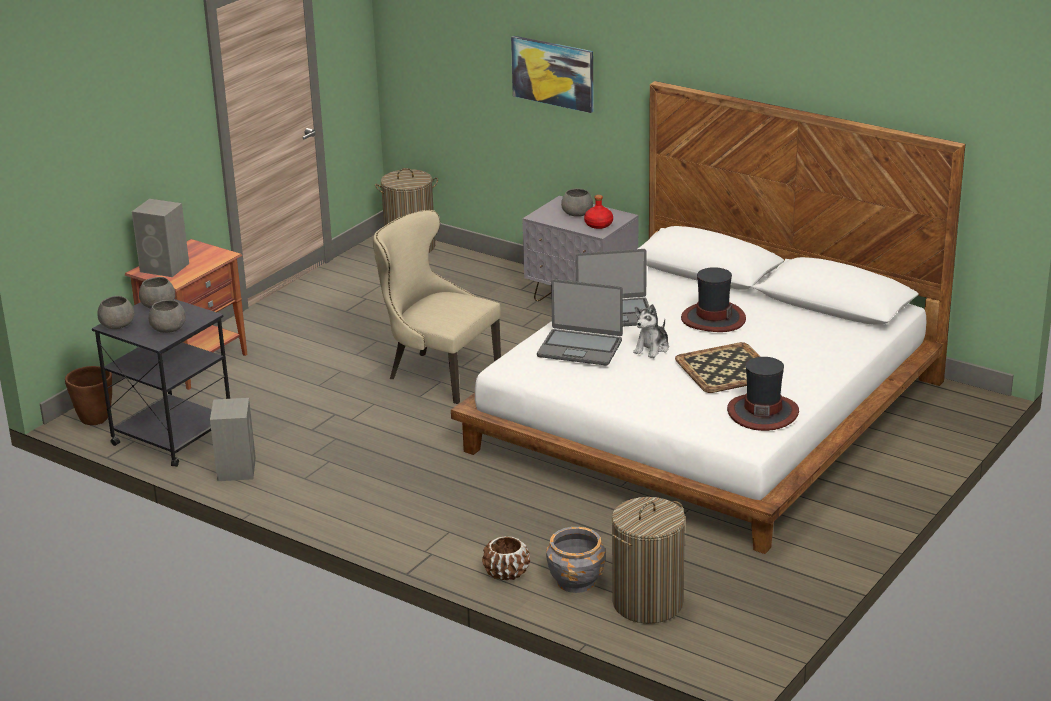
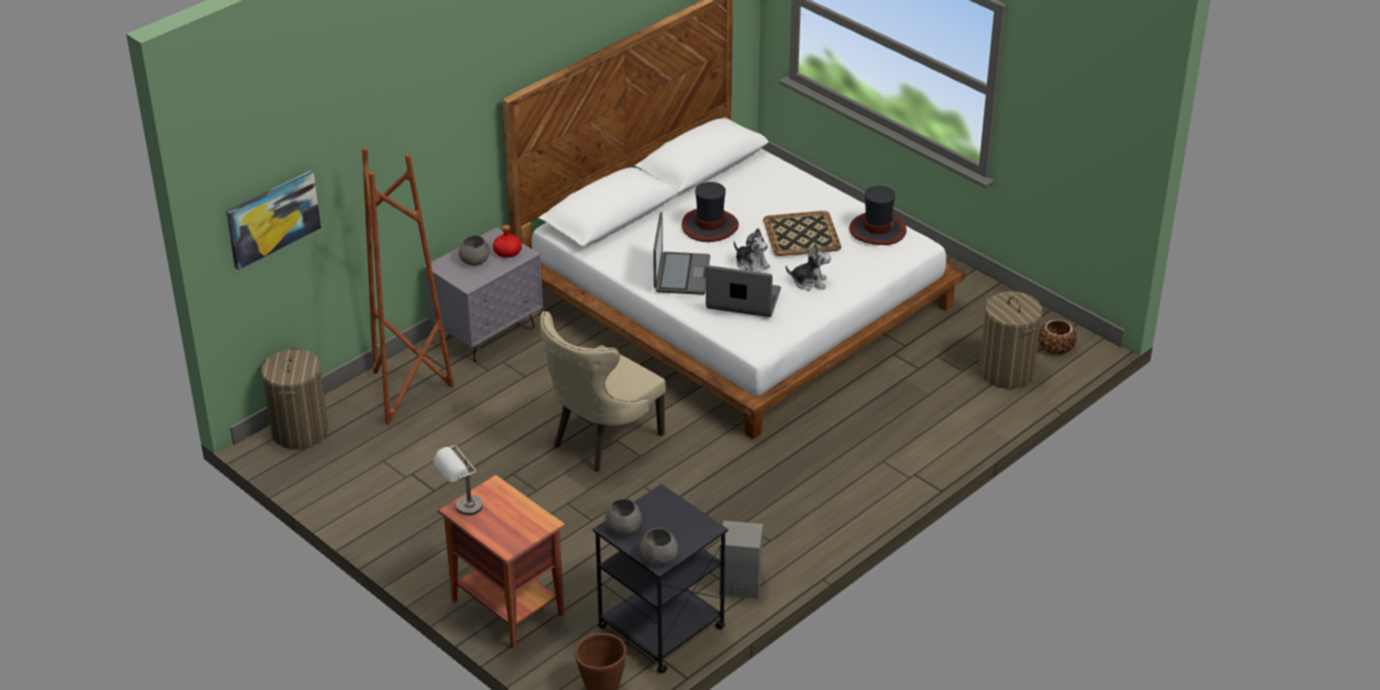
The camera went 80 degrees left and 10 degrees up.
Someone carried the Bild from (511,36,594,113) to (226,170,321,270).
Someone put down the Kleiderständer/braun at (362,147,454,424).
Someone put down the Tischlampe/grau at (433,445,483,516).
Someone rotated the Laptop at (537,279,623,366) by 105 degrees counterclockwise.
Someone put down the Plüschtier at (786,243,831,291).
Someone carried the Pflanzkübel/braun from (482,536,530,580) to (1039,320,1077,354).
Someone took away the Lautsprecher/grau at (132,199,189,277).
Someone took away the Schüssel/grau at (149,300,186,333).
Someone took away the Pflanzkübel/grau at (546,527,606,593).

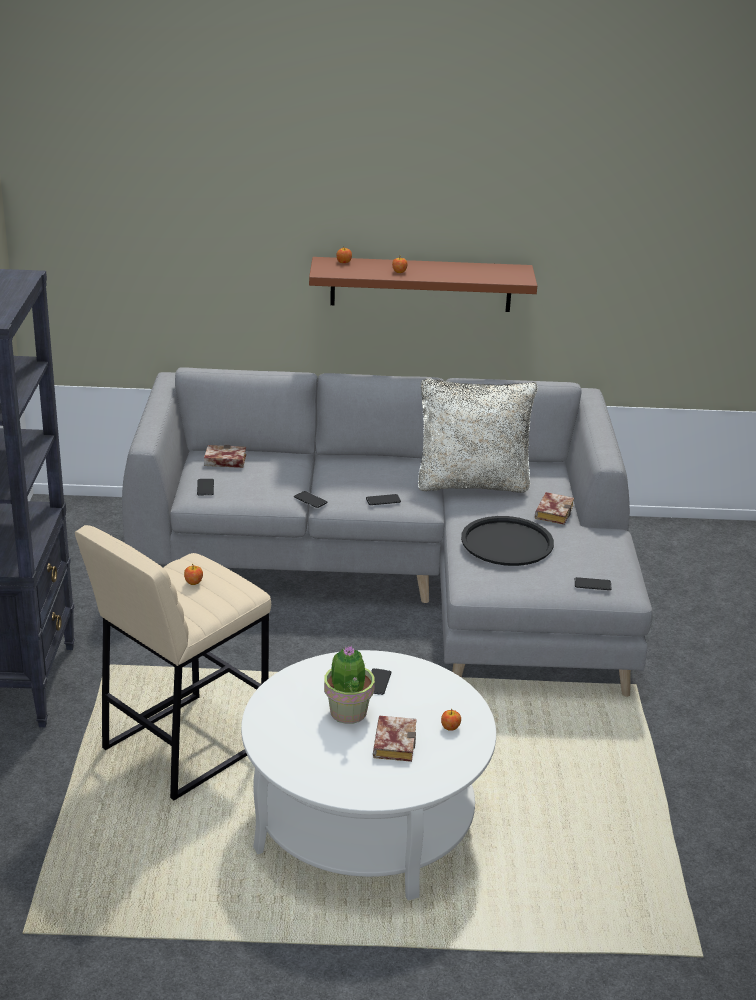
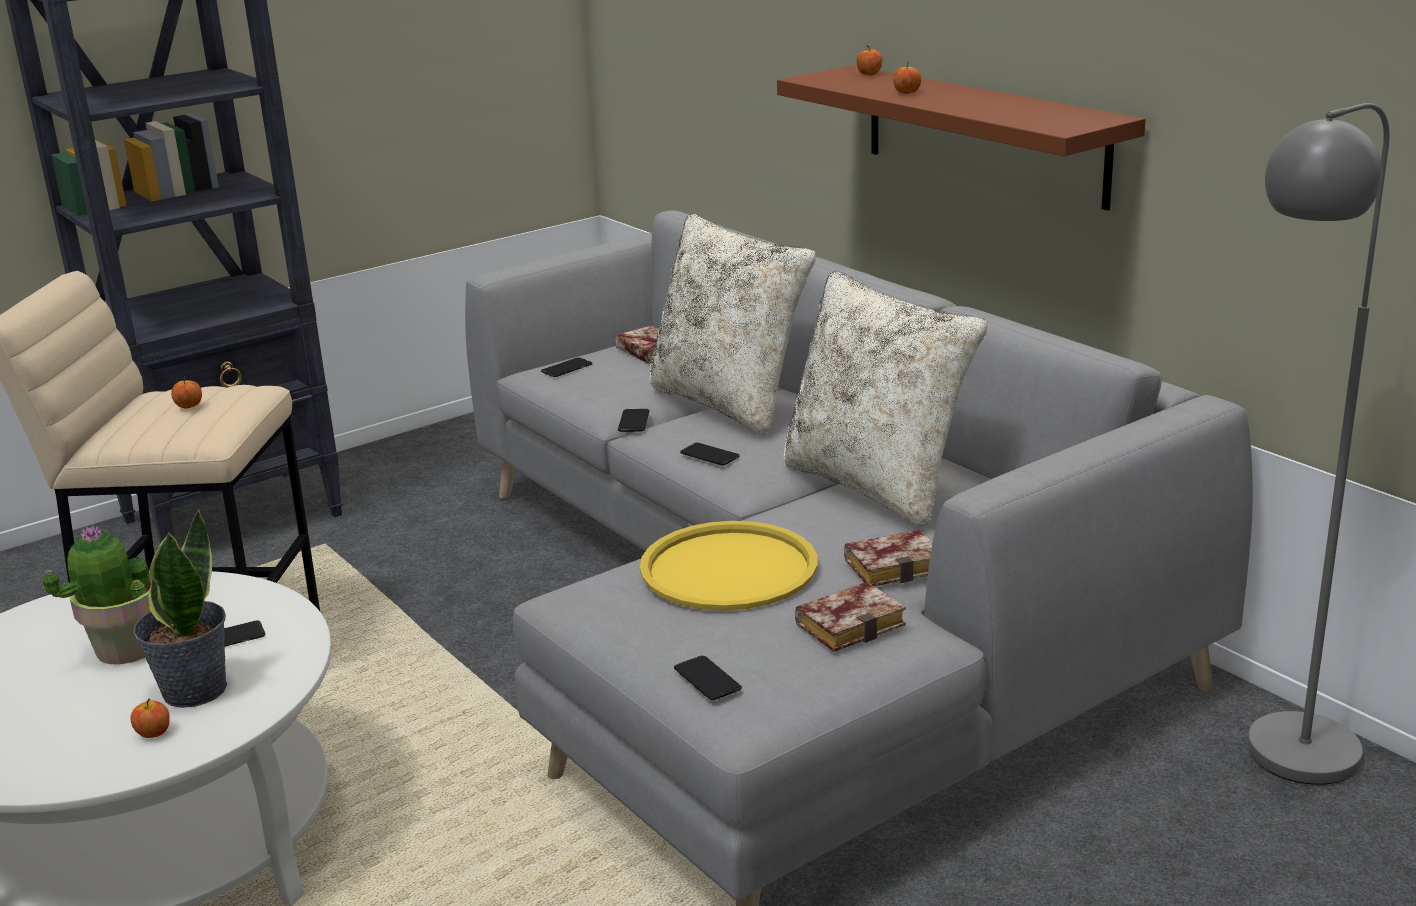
The camera went 55 degrees right and 5 degrees down.
Someone put down the Topfpflanze at (133,510,227,708).
Someone repainted the Tablett/schwarz at (461,516,554,566), which became the Tablett/gelb at (640,521,818,610).
Someone put down the Kissen/beige at (650,213,816,435).
Someone carried the Buch from (373,716,417,762) to (795,582,906,652).
Someone put down the Stehlampe/grau at (1247,103,1389,785).

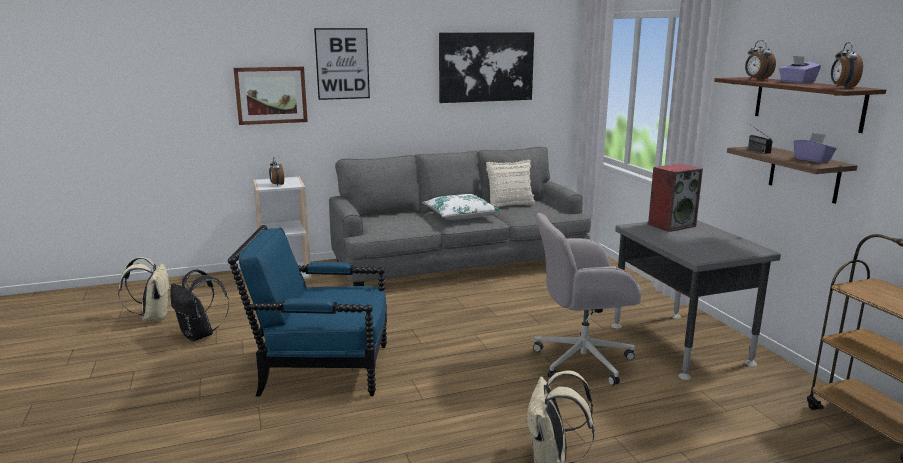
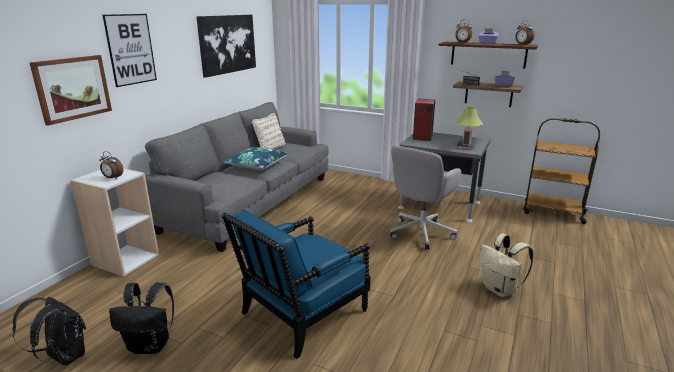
The camera went 45 degrees left and 5 degrees up.
Someone repainted the Rucksack/beige at (118,257,171,321), which became the Rucksack/schwarz at (13,297,86,366).
Someone repainted the Kissen/weiß at (423,194,501,220), which became the Kissen/blau at (223,147,290,170).
Someone put down the Tischlampe at (455,107,483,149).

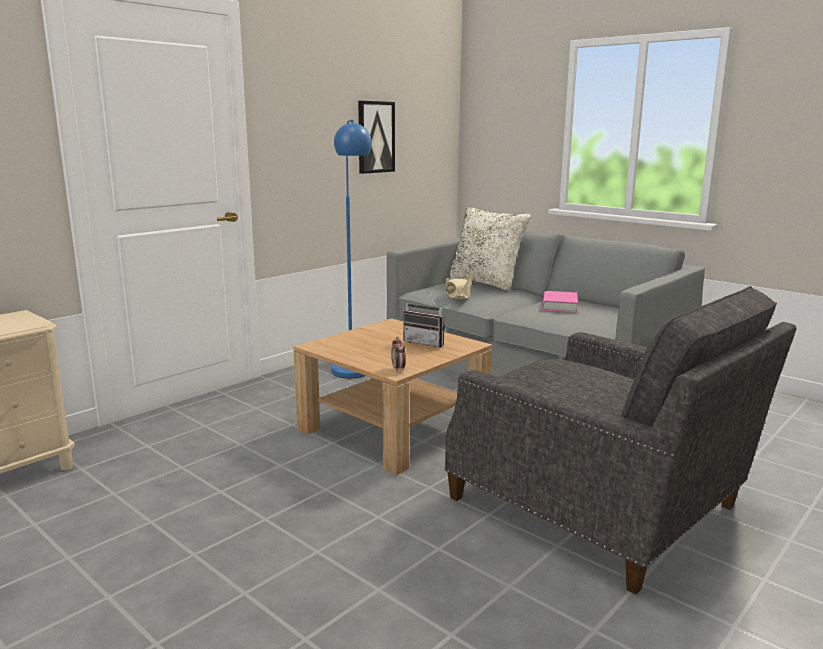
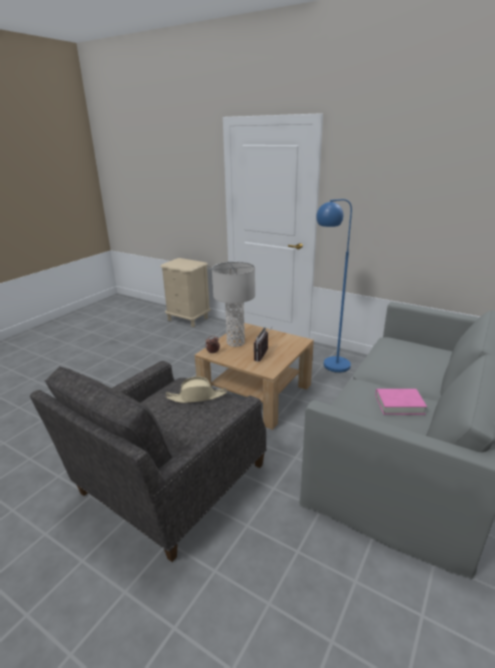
The camera went 80 degrees right and 10 degrees up.
Someone carried the Hut/beige from (445,276,471,299) to (166,376,227,403).
Someone put down the Tischlampe/weiß at (212,262,255,347).
Someone took away the Bild at (358,101,395,174).
Someone took away the Kissen/beige at (450,206,531,290).

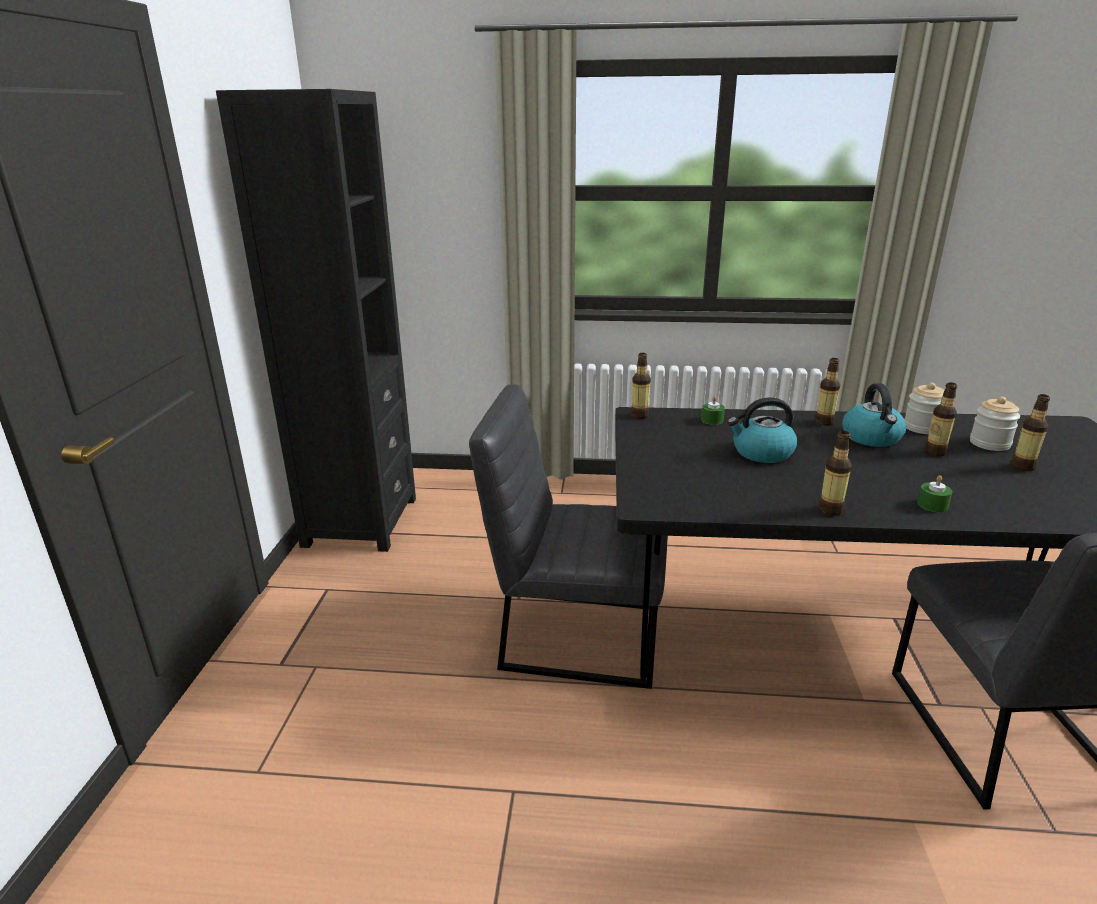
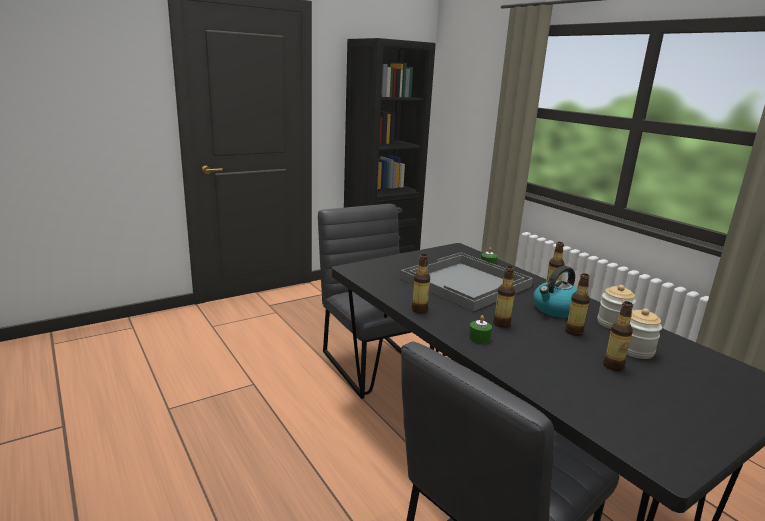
The camera went 50 degrees right and 5 degrees down.
Someone swapped the Wasserkessel at (727,397,797,463) for the Tablett/grau at (400,252,533,311).
Someone carried the Flasche from (631,353,651,419) to (493,266,515,328).

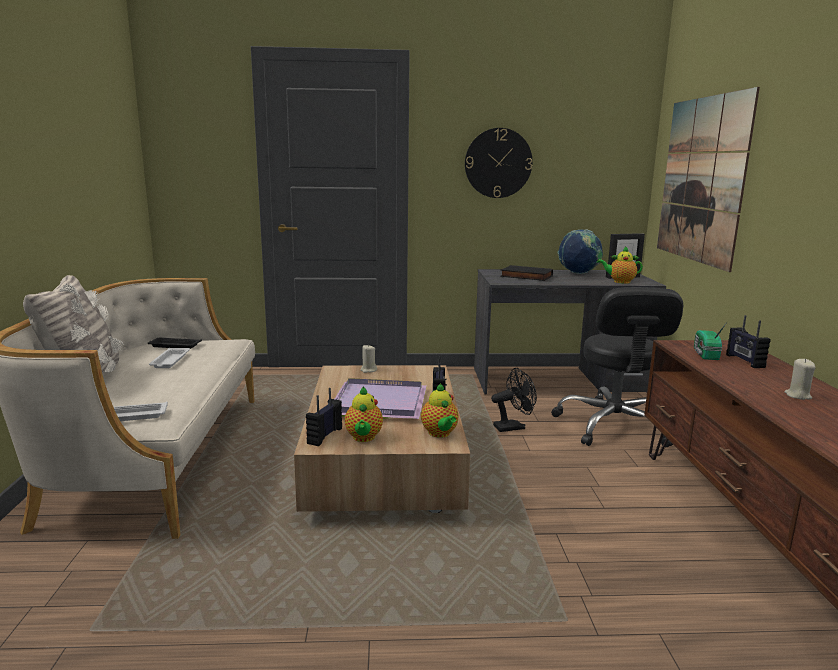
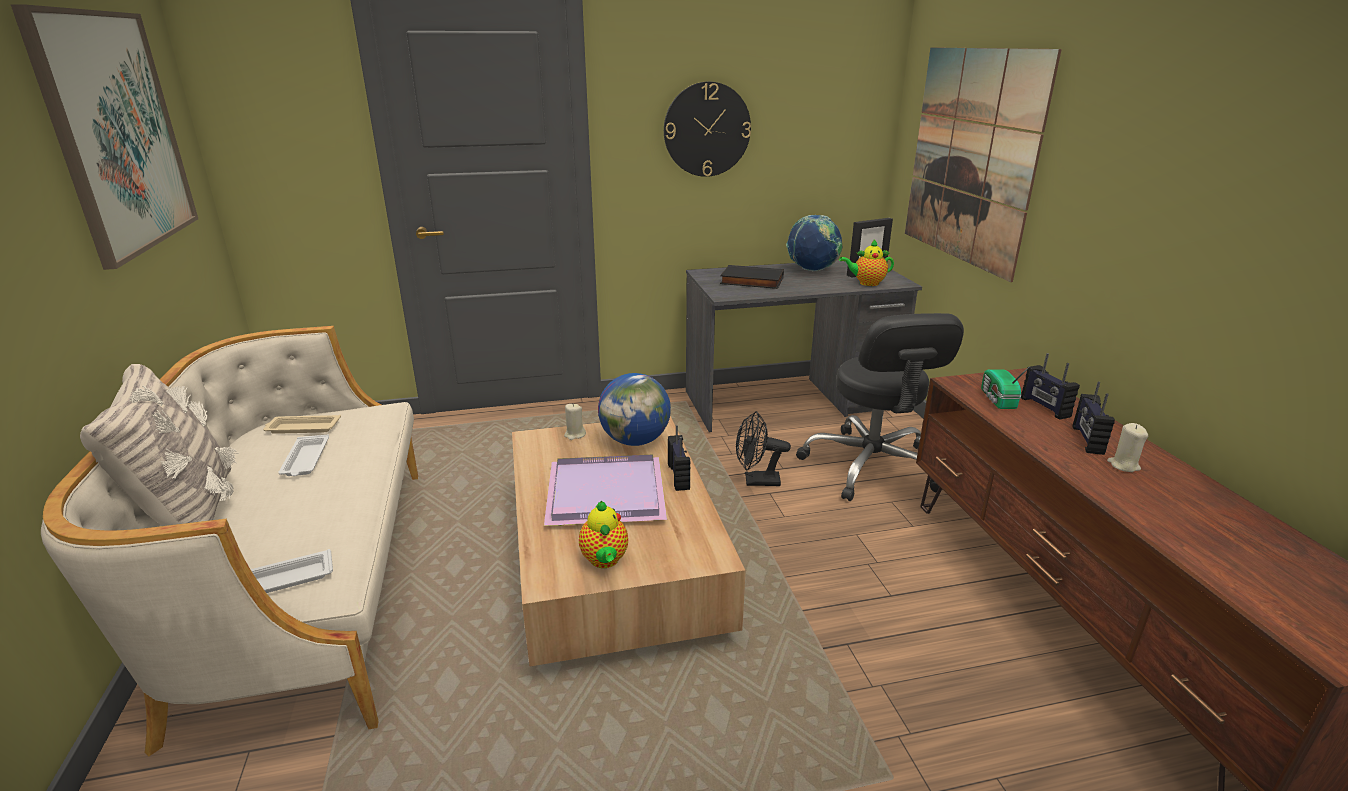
The camera went 10 degrees left and 10 degrees up.
Someone put up the Bild at (10,4,198,270).
Someone repainted the Tablett/schwarz at (148,338,202,349), which became the Tablett/beige at (263,415,341,434).
Someone put down the Globus at (598,373,671,446).
Someone rotated the Ventilator/schwarz at (491,368,537,432) by 150 degrees counterclockwise.
Someone carried the Radio from (306,388,342,446) to (1072,382,1115,455).
Someone took away the Teekanne at (421,383,458,438).

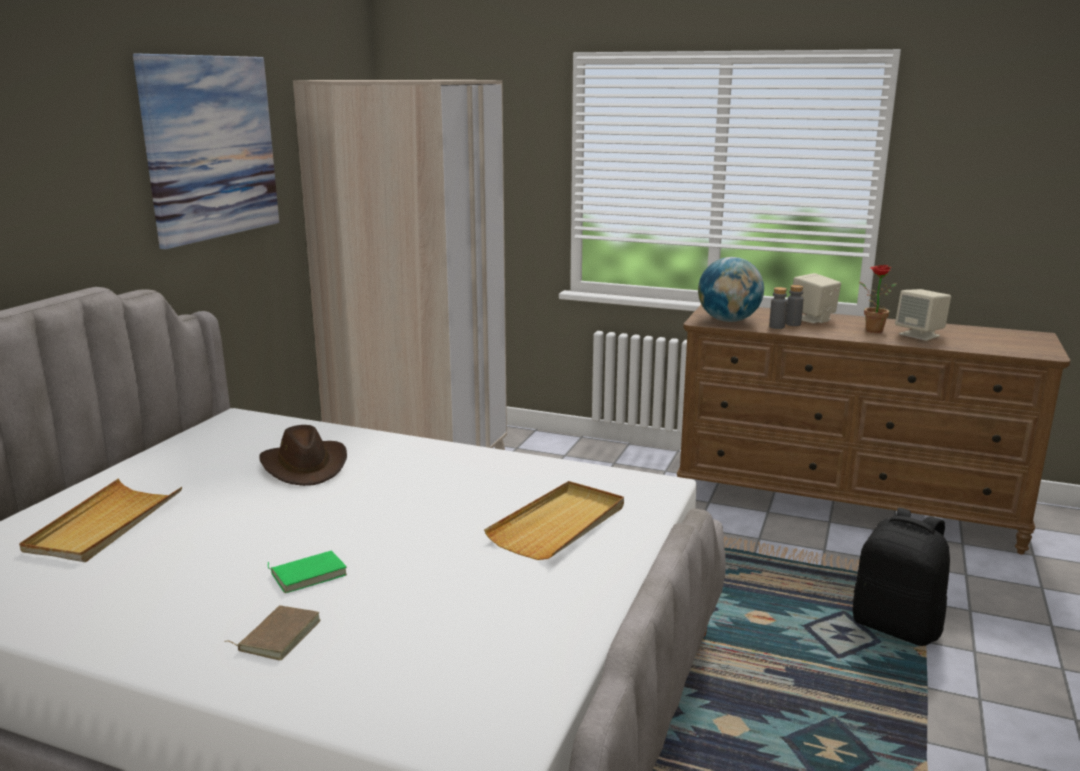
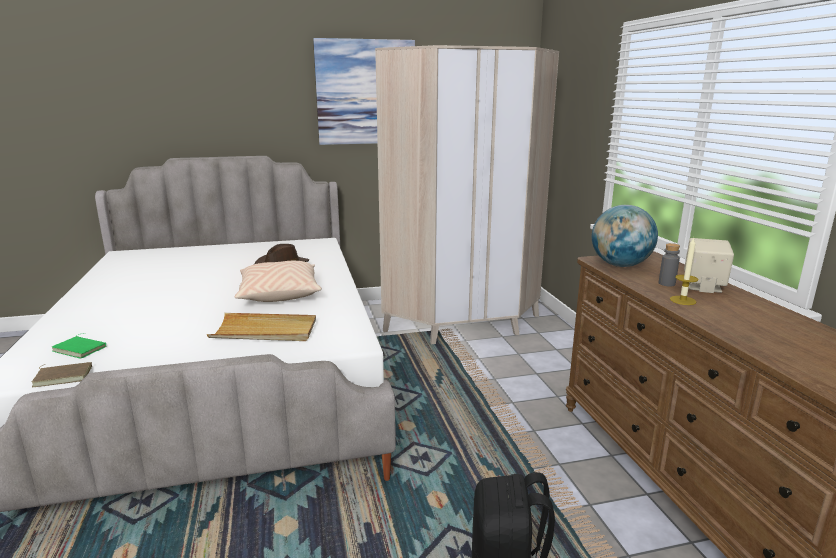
The camera went 55 degrees right and 0 degrees up.
Someone carried the Buch/braun from (224,605,321,660) to (32,362,92,387).
Someone carried the Buch/grün from (267,551,347,593) to (52,333,106,359).
Someone put down the Kissen/beige at (234,261,322,302).
Someone put down the Kerze at (670,237,698,305).
Someone took away the Tablett/beige at (19,479,182,562).
Someone took away the Flasche/grau at (769,287,787,329).
Someone took away the Topfpflanze at (859,265,897,333).
Someone took away the Lautsprecher/beige at (895,289,951,341).

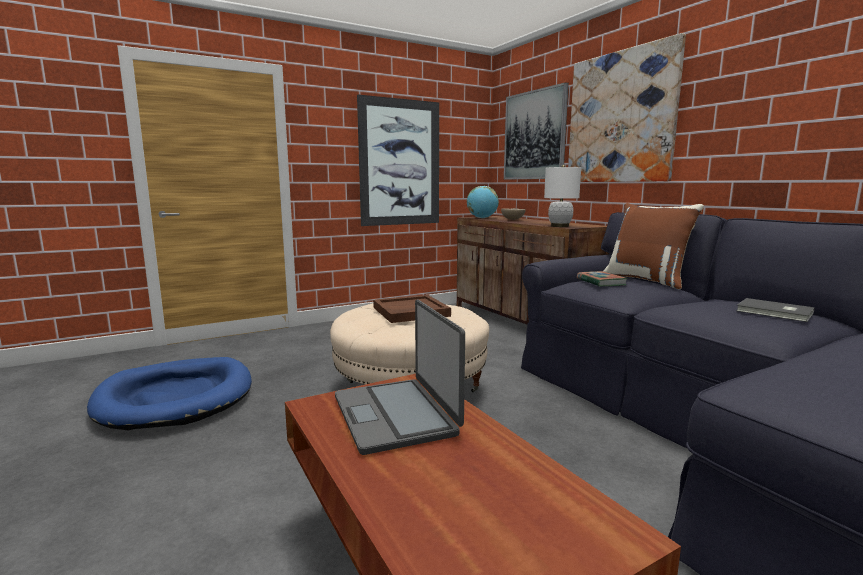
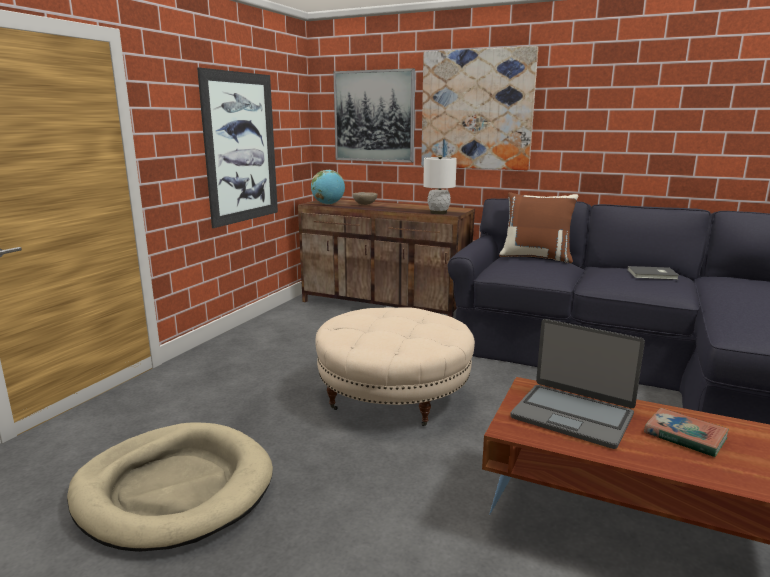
The camera went 35 degrees left and 5 degrees up.
Someone repainted the Hundebett/blau at (87,357,252,430), which became the Hundebett/beige at (67,422,273,552).
Someone carried the Buch from (577,271,628,287) to (644,408,729,458).
Someone took away the Tablett/braun at (373,295,451,323).

